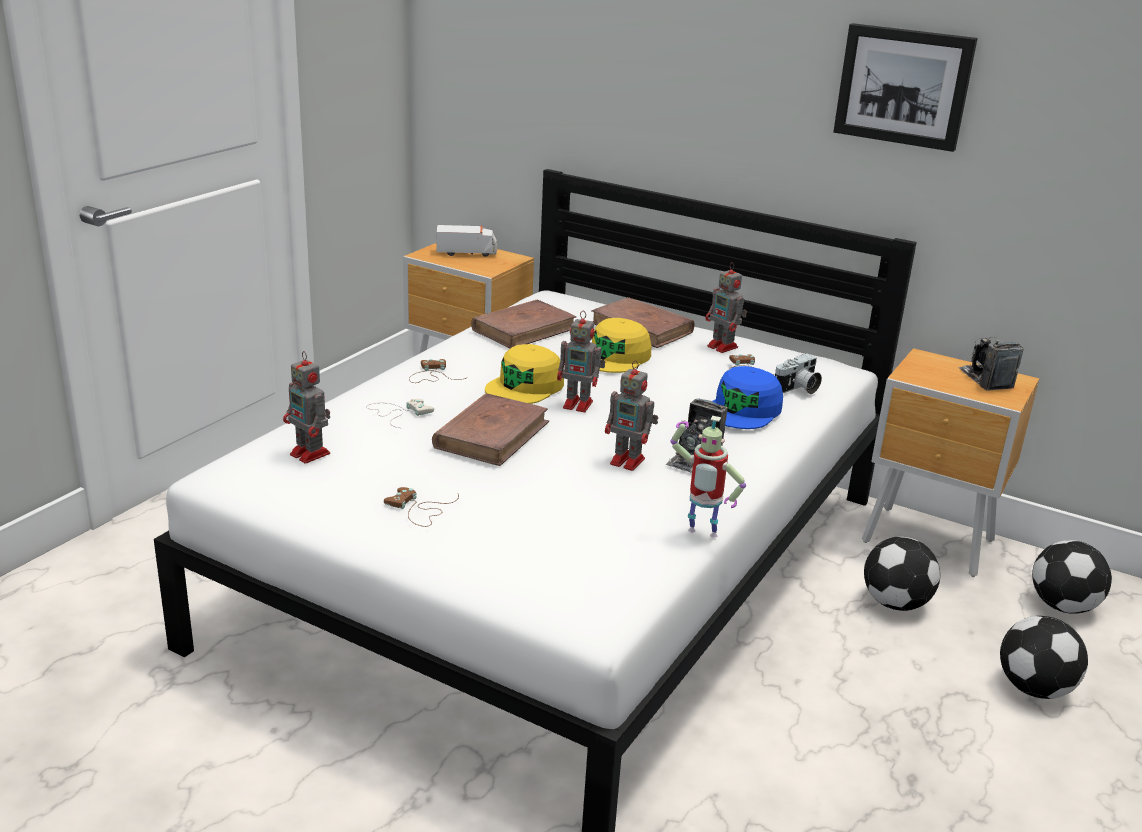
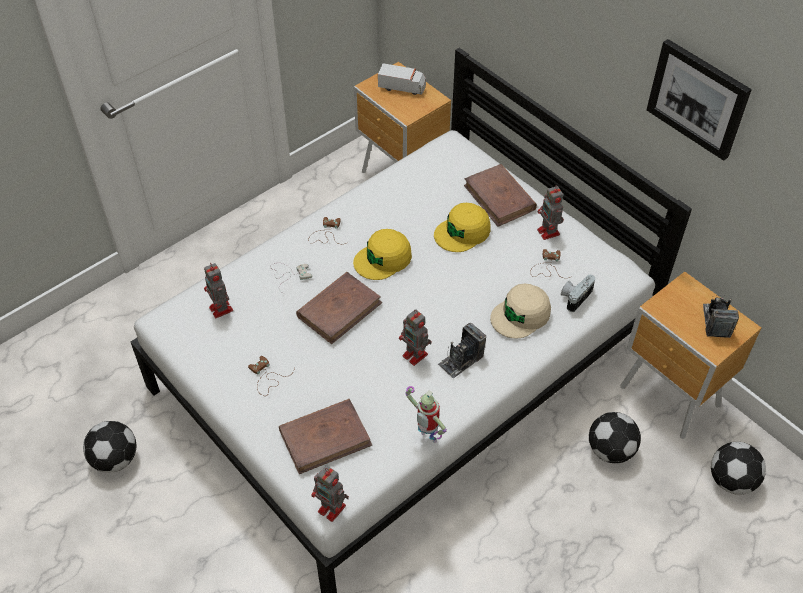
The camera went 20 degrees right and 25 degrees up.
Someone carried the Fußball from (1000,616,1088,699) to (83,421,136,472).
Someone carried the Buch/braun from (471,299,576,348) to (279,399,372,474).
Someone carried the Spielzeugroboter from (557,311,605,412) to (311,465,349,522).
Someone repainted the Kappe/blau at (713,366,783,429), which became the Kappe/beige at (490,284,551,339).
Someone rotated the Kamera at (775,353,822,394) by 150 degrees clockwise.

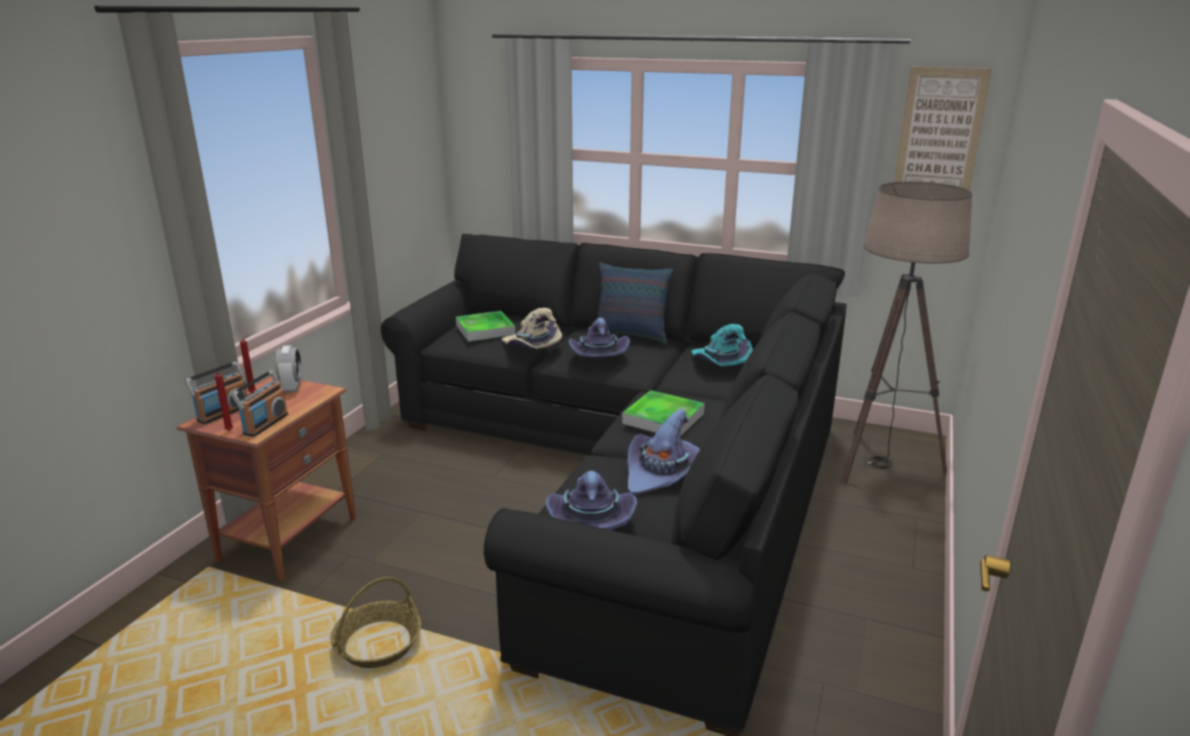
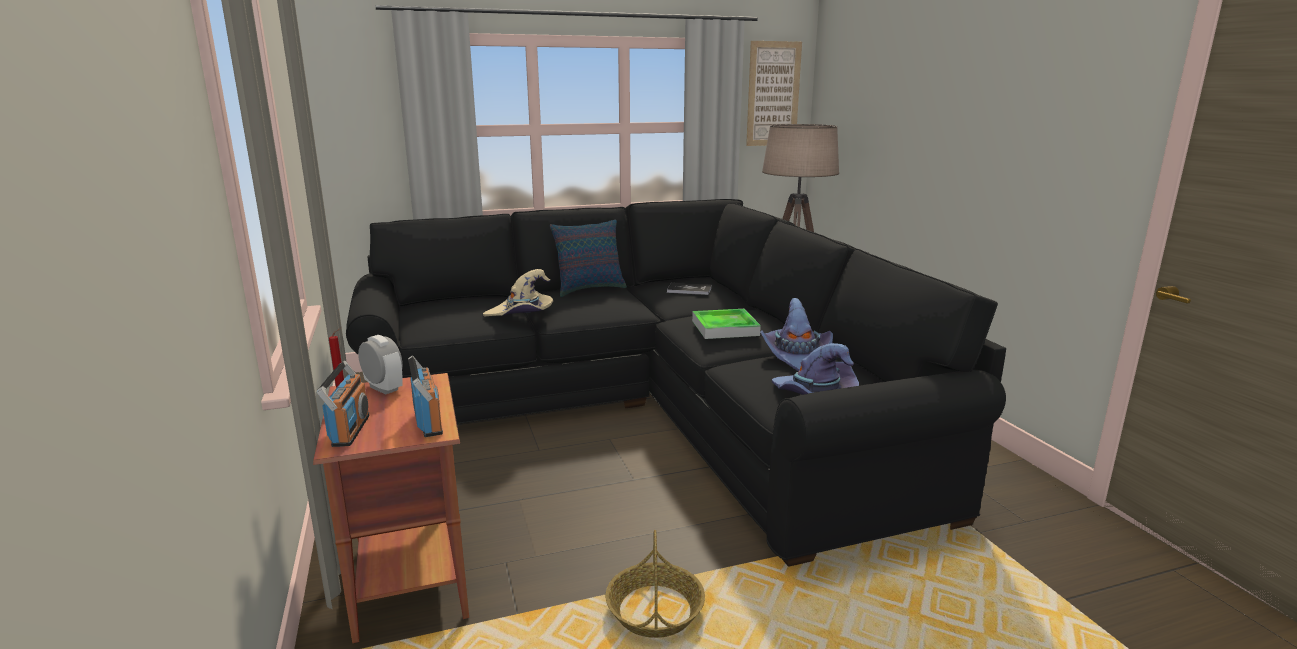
The camera went 40 degrees left and 5 degrees down.
Someone swapped the Hut/türkis at (691,324,753,366) for the Buch at (667,283,712,295).
Someone took away the Kerze/rot at (213,372,233,431).
Someone took away the Tablett at (456,311,515,342).
Someone took away the Hut/lila at (569,318,630,357).

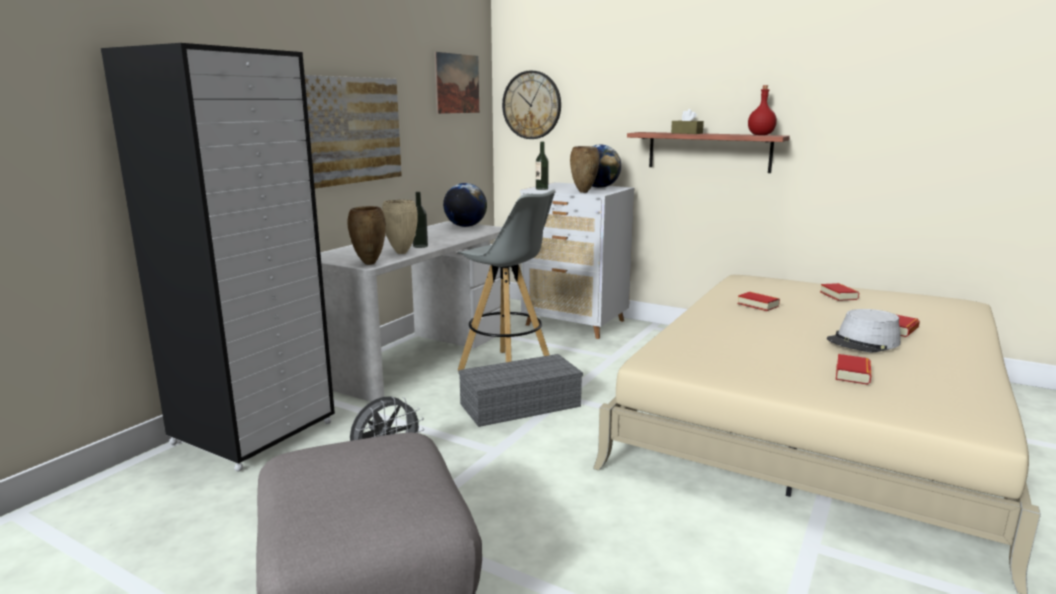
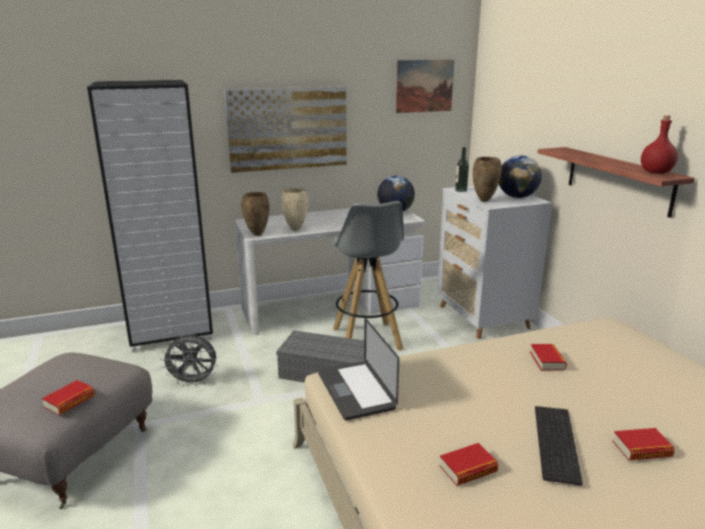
The camera went 40 degrees right and 5 degrees up.
Someone carried the Buch from (820,283,859,301) to (42,380,95,415).
Someone put down the Laptop at (318,318,399,421).
Someone swapped the Hut/grau at (827,309,901,353) for the Tastatur at (535,406,583,486).
Someone took away the Flasche at (413,192,428,248).
Someone took away the Wanduhr at (502,71,561,139).
Someone took away the Taschentuchbox/braun at (671,109,704,134).

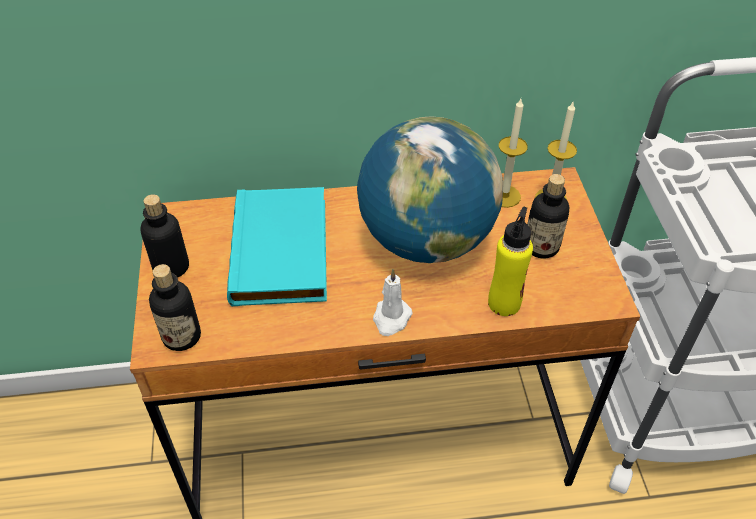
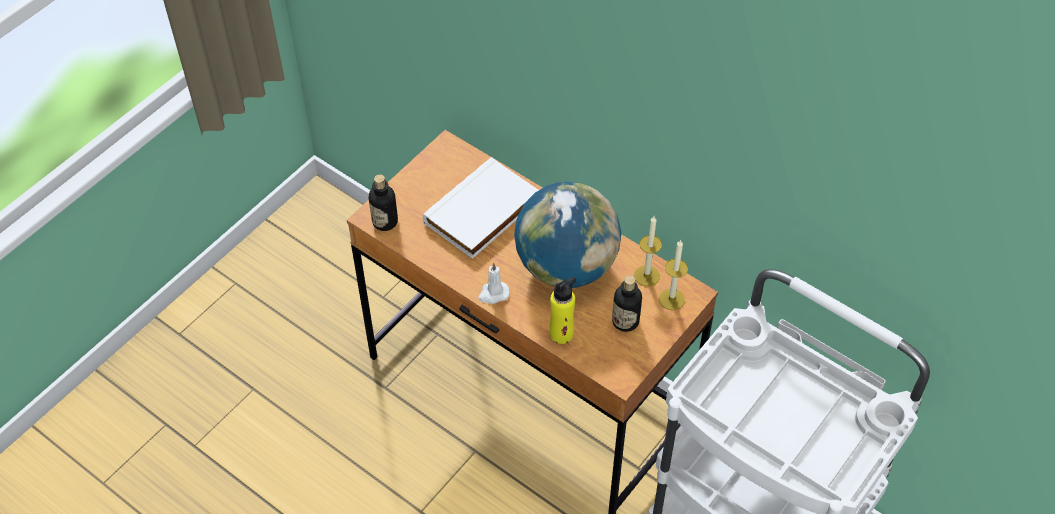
The camera went 45 degrees right and 5 degrees up.
Someone repainted the Buch/türkis at (227,187,327,306), which became the Buch/weiß at (423,157,539,259).
Someone took away the Flasche at (140,194,189,278).

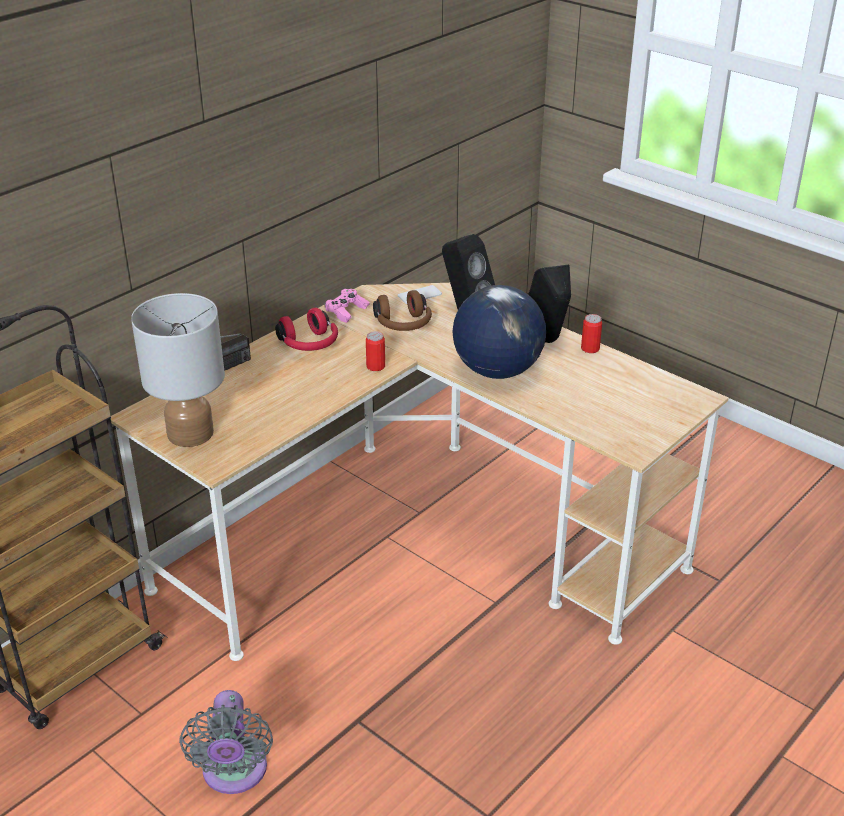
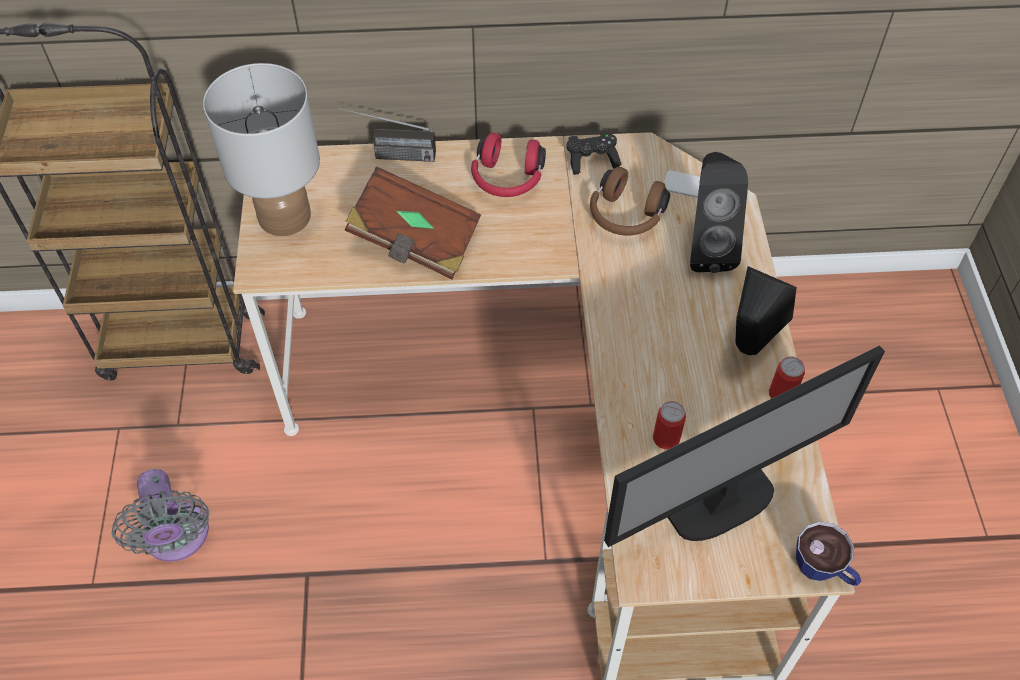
The camera went 45 degrees right and 20 degrees up.
Someone rotated the Ventilator/grau at (179,690,273,794) by 60 degrees counterclockwise.
Someone put down the Buch/braun at (344,166,481,279).
Someone repainted the Gamepad/rosa at (325,289,369,323), which became the Gamepad/schwarz at (566,131,621,175).
Someone put down the Monitor at (604,345,885,547).
Someone carried the Dose from (366,331,385,371) to (653,401,686,450).
Someone put down the Tasse at (796,521,861,586).
Someone took away the Globus at (452,285,546,379).

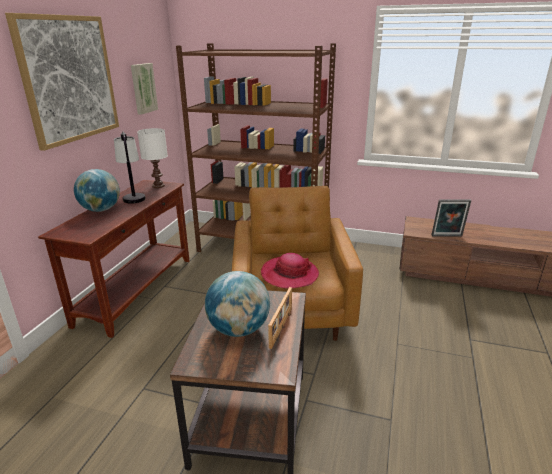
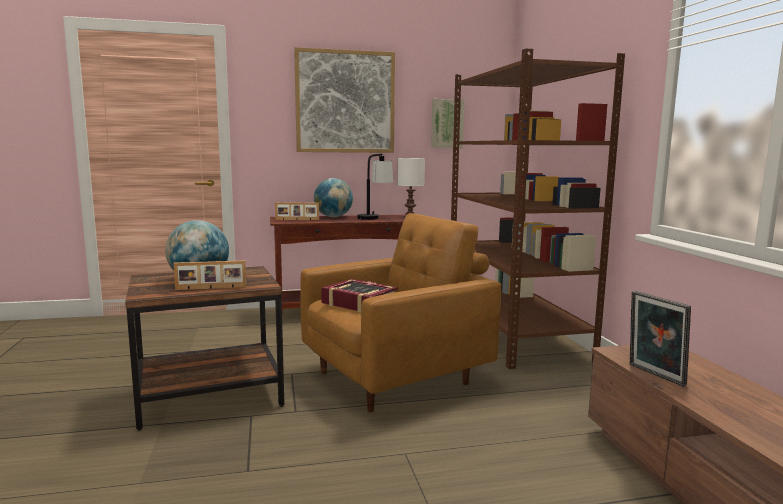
The camera went 60 degrees right and 15 degrees down.
Someone put down the Bilderrahmen at (275,202,319,220).
Someone swapped the Hut at (261,253,319,289) for the Buch at (321,279,398,313).

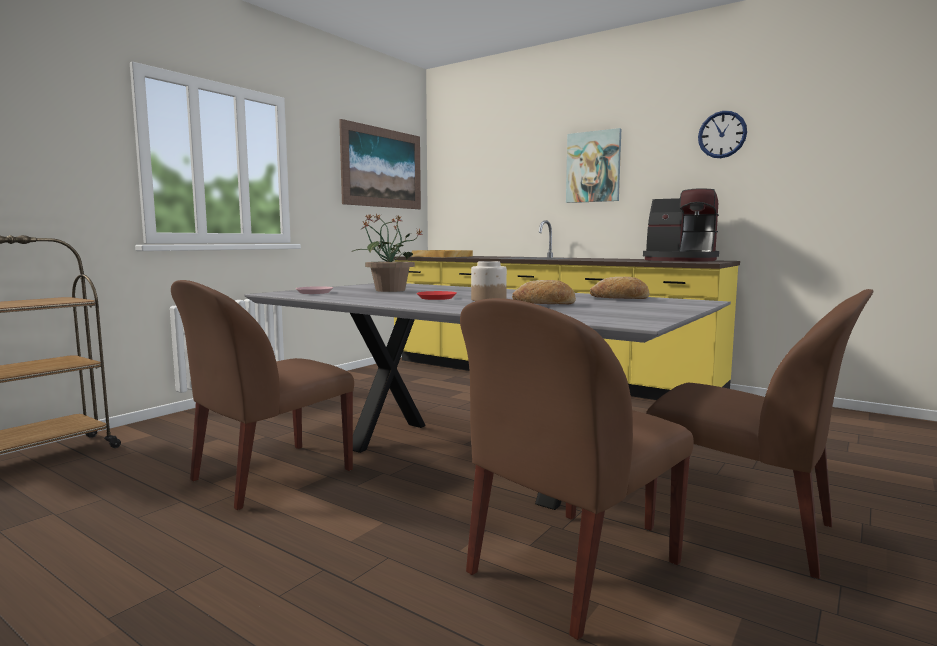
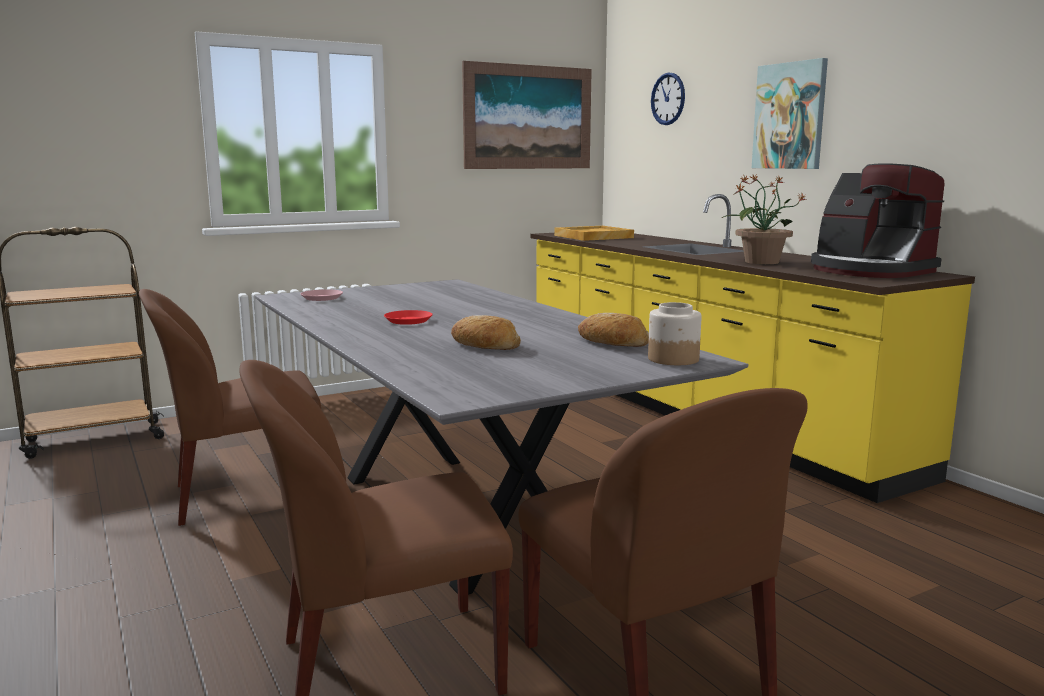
The camera went 25 degrees right and 5 degrees up.
Someone carried the Vorratsglas from (471,261,507,301) to (648,302,701,365).
Someone carried the Wanduhr from (698,111,747,158) to (651,73,685,125).
Someone carried the Topfpflanze from (352,214,423,292) to (722,175,807,264).

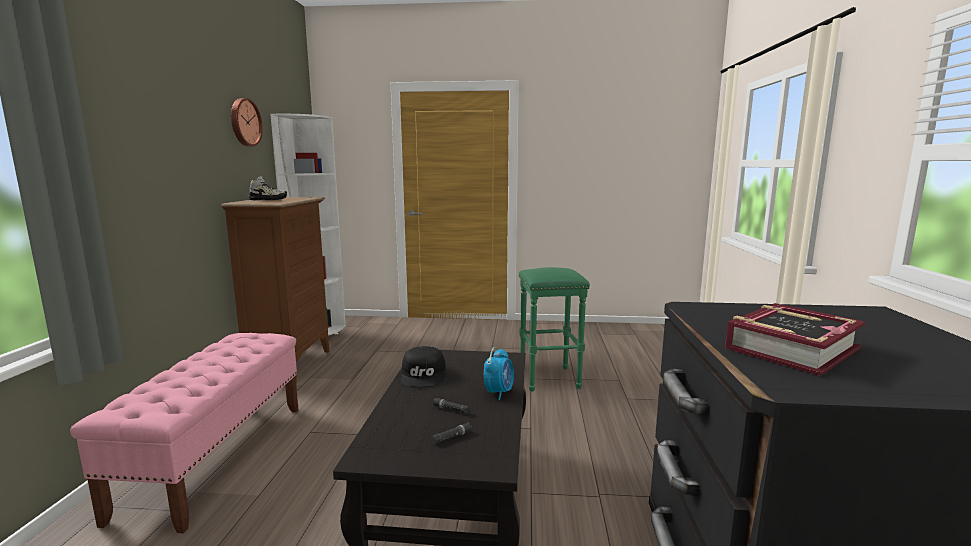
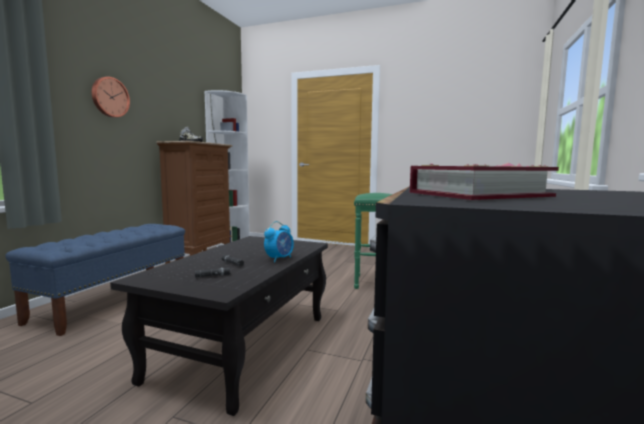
The camera went 15 degrees right and 5 degrees down.
Someone repainted the Bank/rosa at (70,333,298,533), which became the Bank/blau at (5,224,185,336).
Someone carried the Wanduhr from (231,98,263,147) to (92,77,130,117).
Someone took away the Kappe/schwarz at (401,346,446,387).

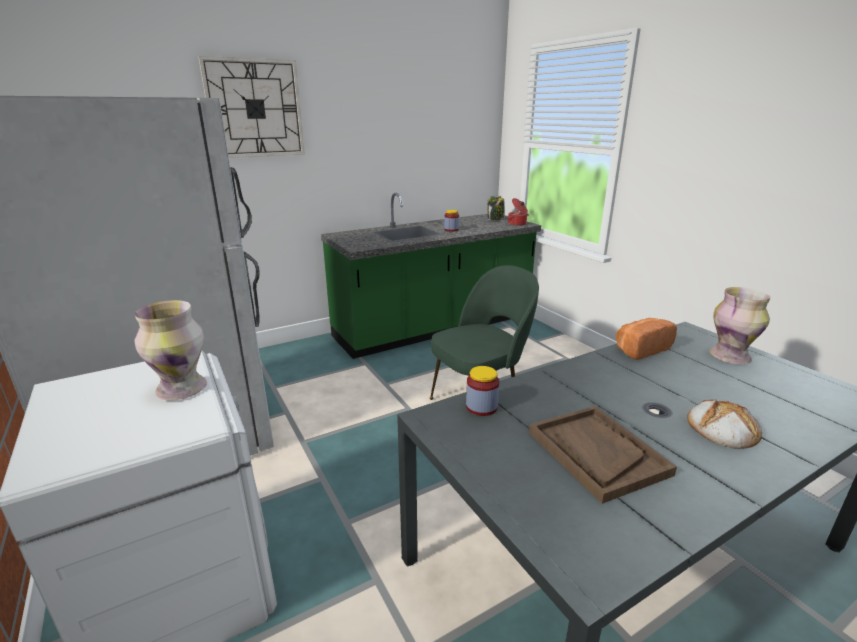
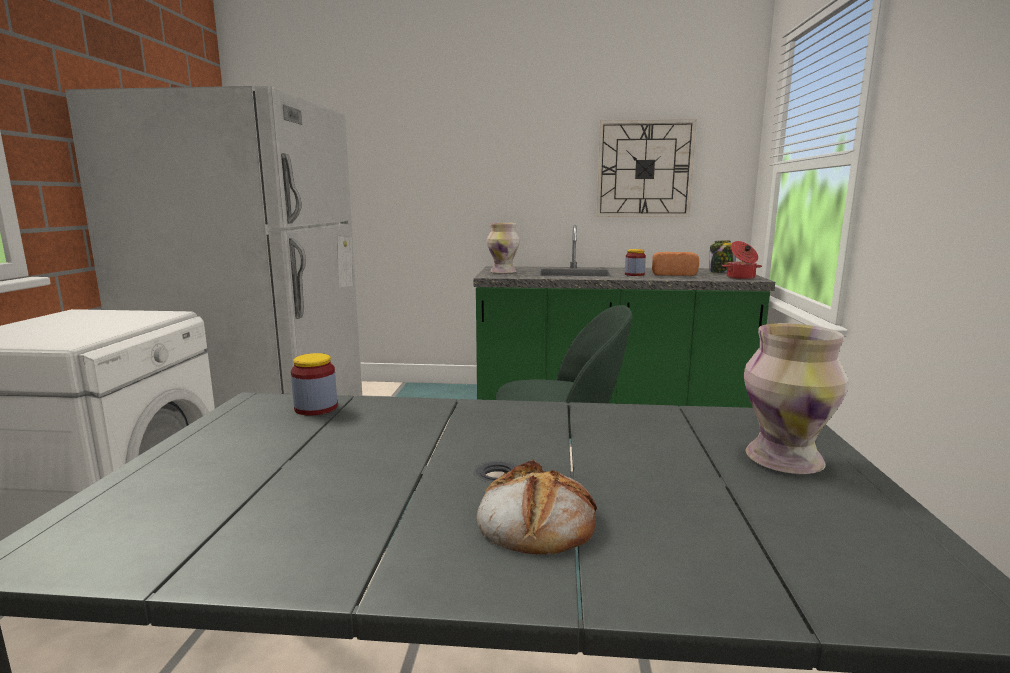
The camera went 35 degrees right and 10 degrees down.
Someone carried the Vase from (134,300,207,400) to (487,223,520,274).
Someone carried the Wanduhr from (198,56,305,158) to (596,119,697,217).
Someone carried the Brot from (616,318,677,360) to (652,252,699,276).
Someone took away the Tablett/braun at (529,406,677,504).

